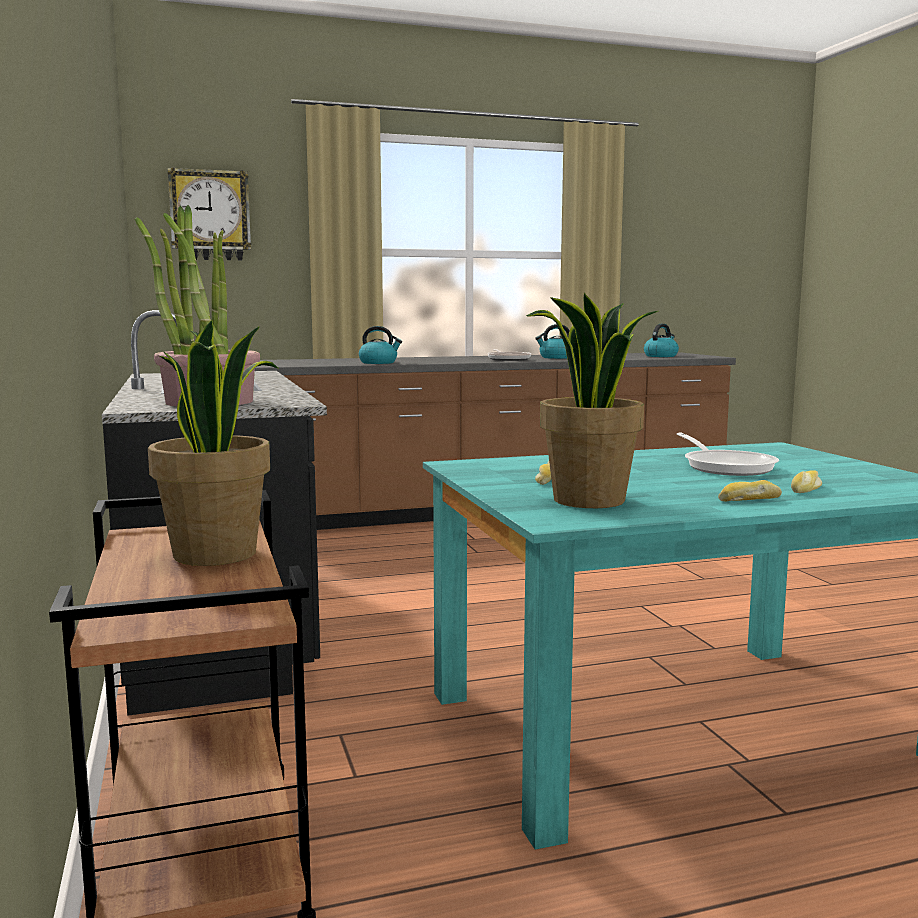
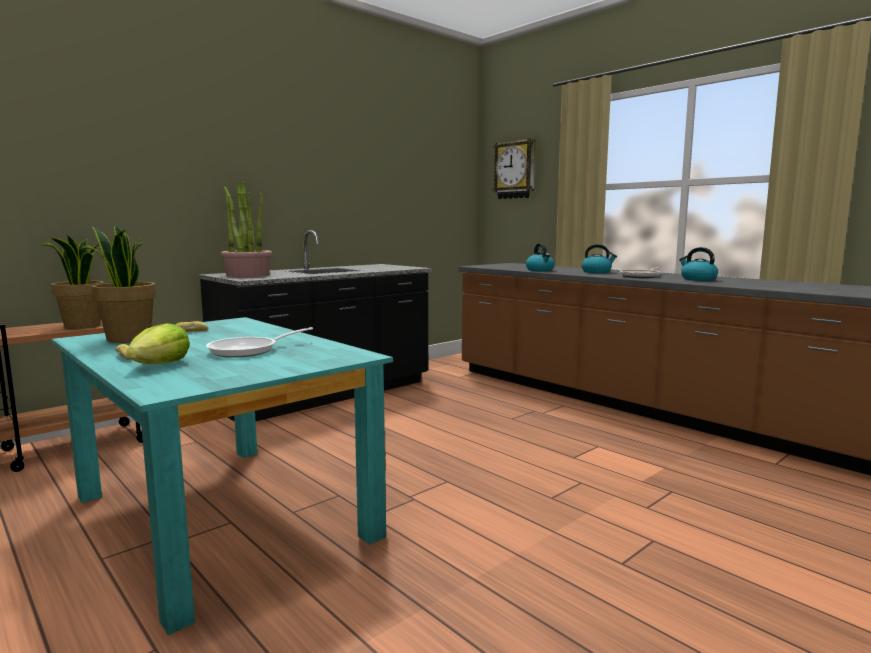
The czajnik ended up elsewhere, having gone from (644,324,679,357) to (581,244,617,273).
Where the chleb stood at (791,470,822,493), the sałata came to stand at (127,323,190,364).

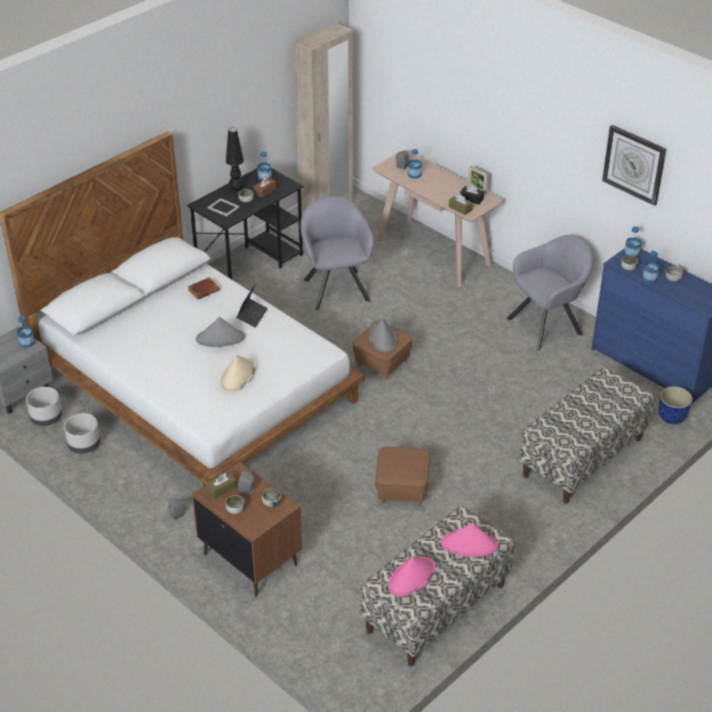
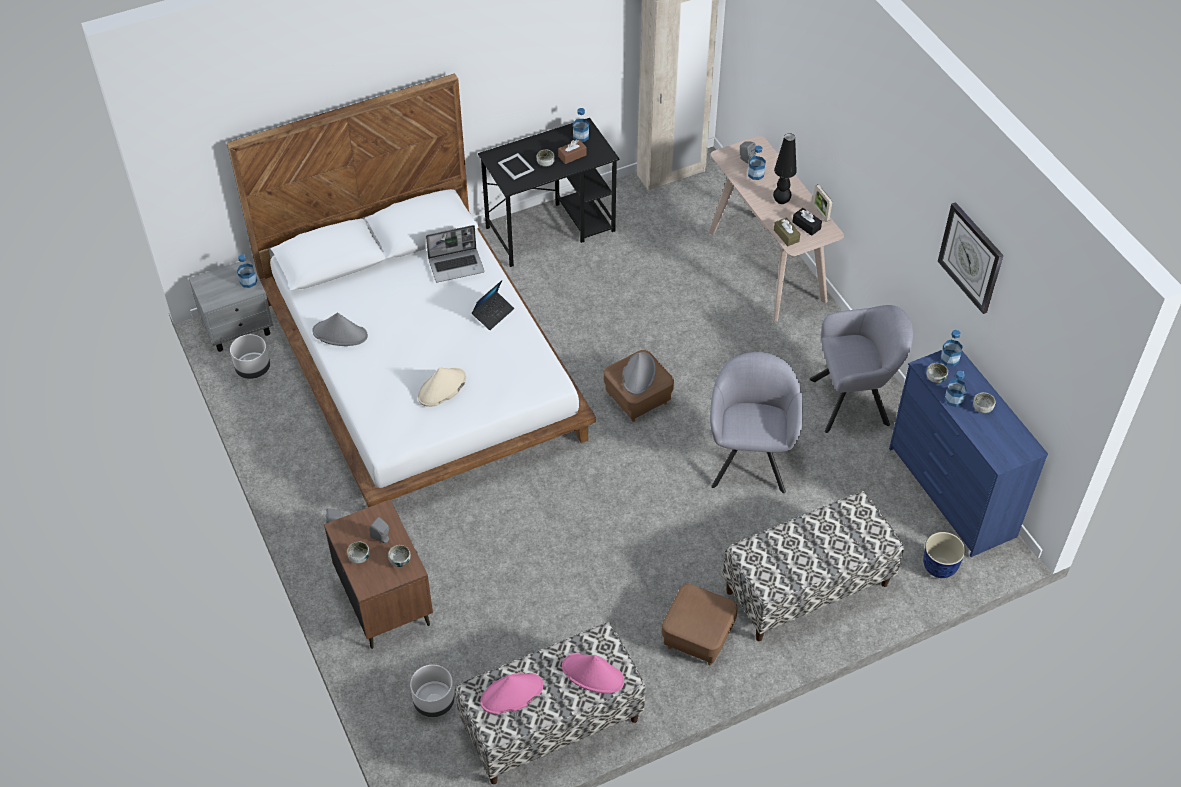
The lampa stołowa/czarny ended up elsewhere, having gone from (226,127,244,192) to (773,133,797,204).
The fotel/szary ended up elsewhere, having gone from (301,196,374,310) to (710,352,803,493).
Where the książka/brązowy stood at (188,277,220,299), the laptop came to stand at (426,225,485,282).
The kapelusz/szary ended up elsewhere, having gone from (196,317,245,347) to (312,312,368,346).
The donica/szary ended up elsewhere, having gone from (64,413,100,454) to (410,665,455,717).
The pufa/brązowy ended up elsewhere, having gone from (375,447,430,506) to (662,584,738,665).
The second view lost the pudełko chusteczek/brązowy at (206,471,237,499).

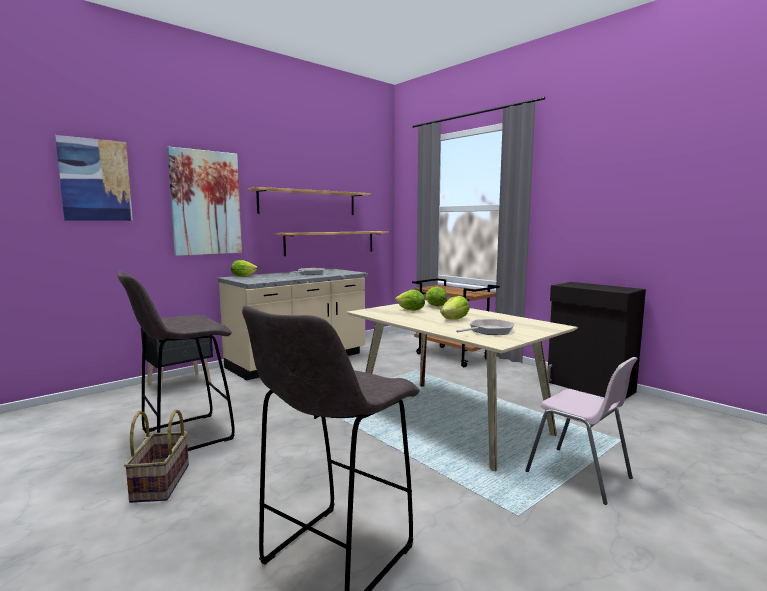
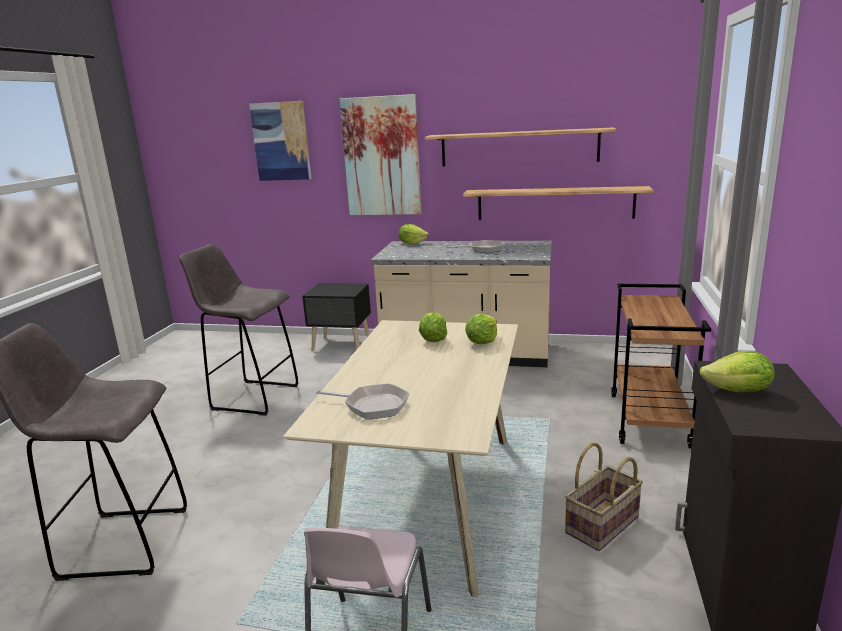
The sałata ended up elsewhere, having gone from (440,296,470,320) to (700,351,775,392).
The koszyk ended up elsewhere, having gone from (124,410,189,503) to (565,443,643,551).

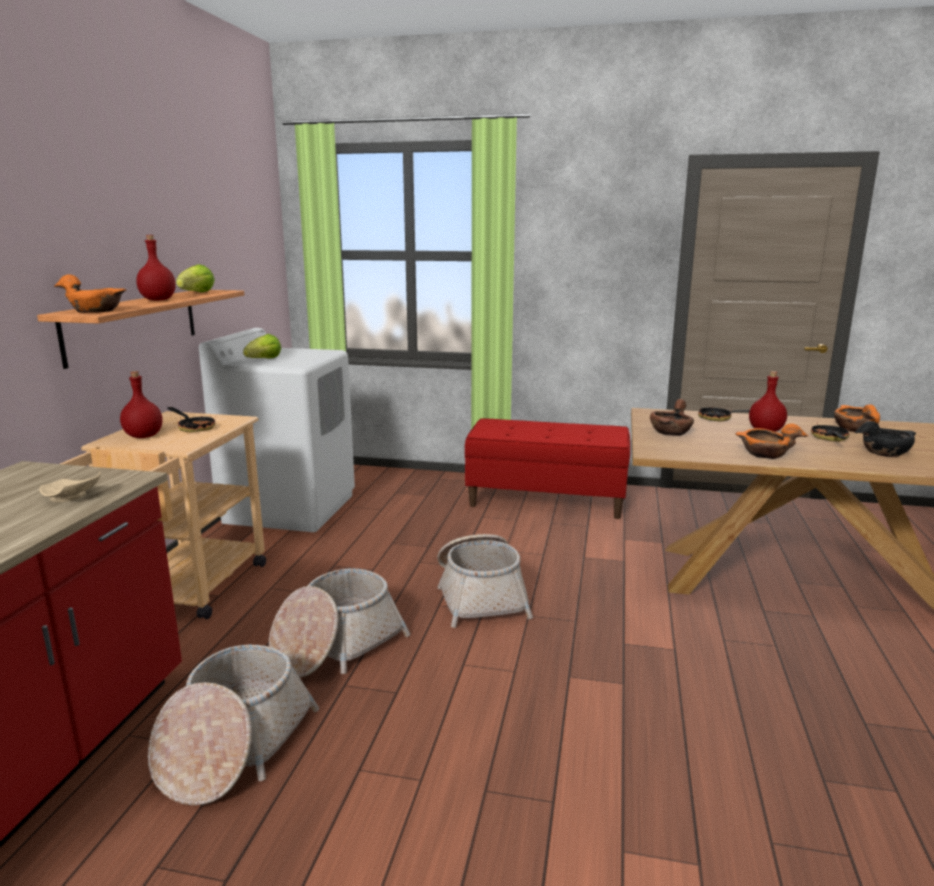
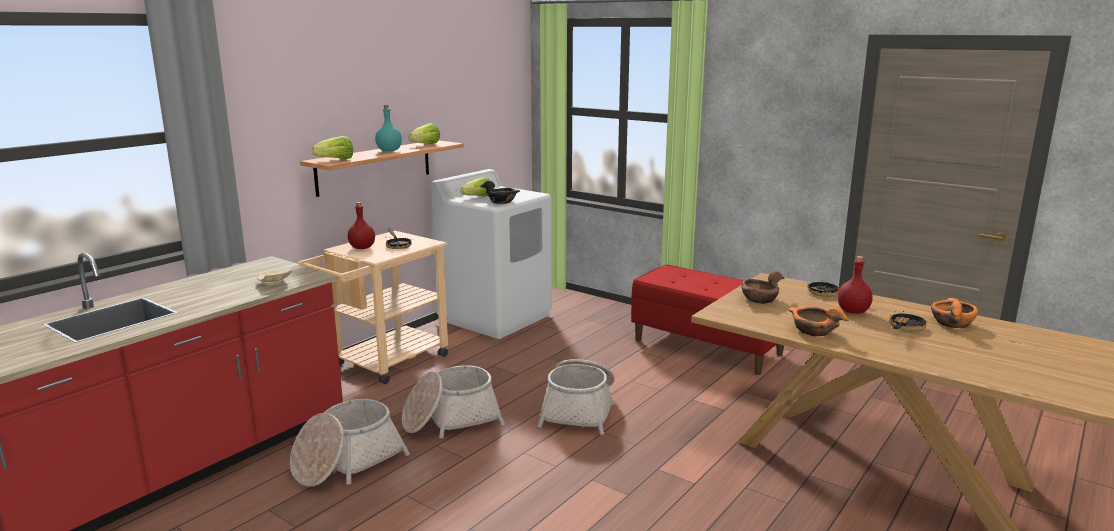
What was the butelka/czerwony at (136,235,176,301) turned into the butelka/turkusowy at (375,105,402,152).
Where the miska/pomarańczowy stood at (54,274,127,313), the sałata came to stand at (312,136,353,159).
The miska/czarny ended up elsewhere, having gone from (855,421,916,457) to (480,181,520,204).

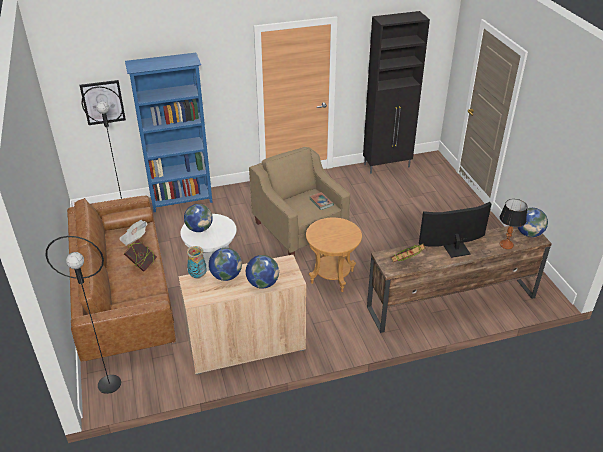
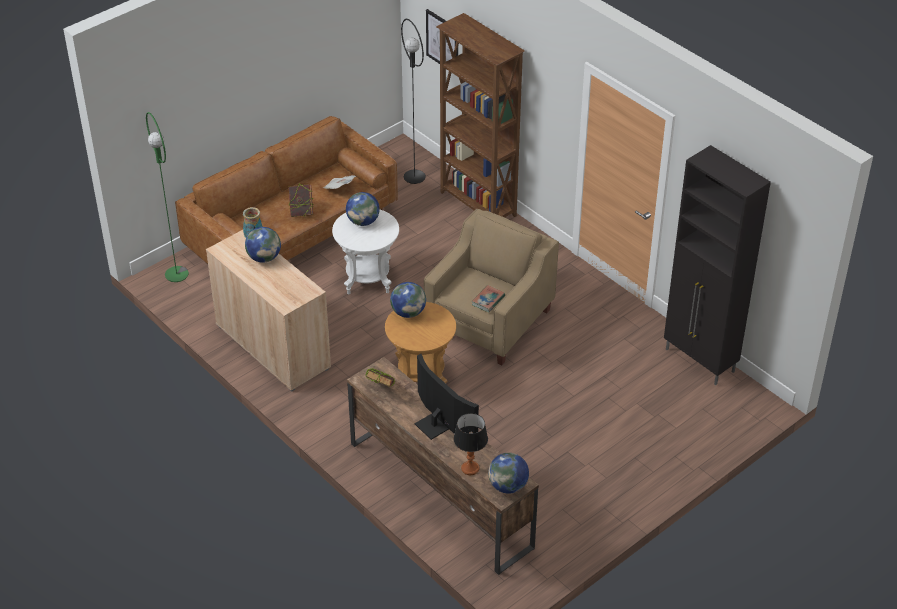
What was the regał/niebieski at (125,53,213,212) turned into the regał/brązowy at (436,13,525,218).
What was the lampa stojąca/czarny at (46,236,121,394) turned into the lampa stojąca/zielony at (146,112,189,282).
The globus ended up elsewhere, having gone from (246,255,279,289) to (390,282,426,318).

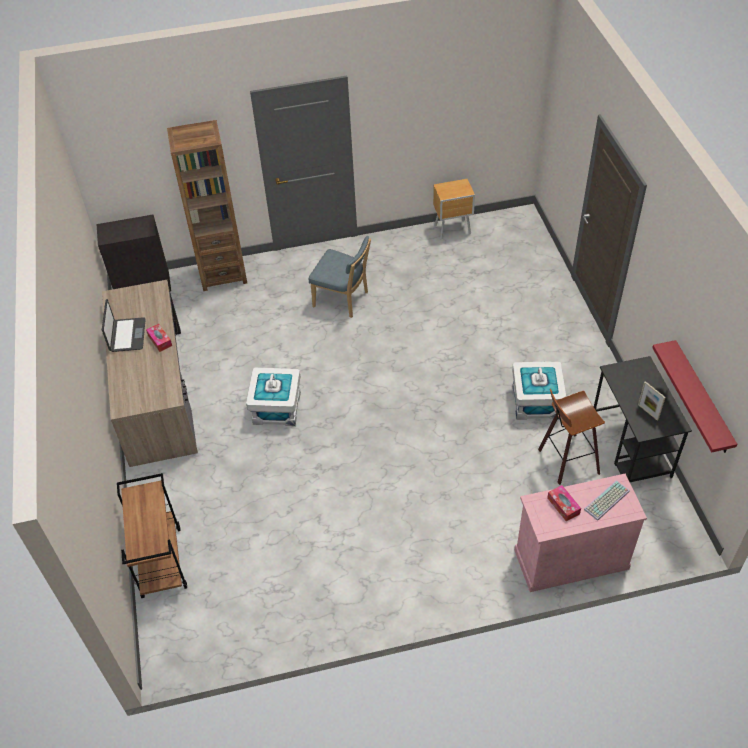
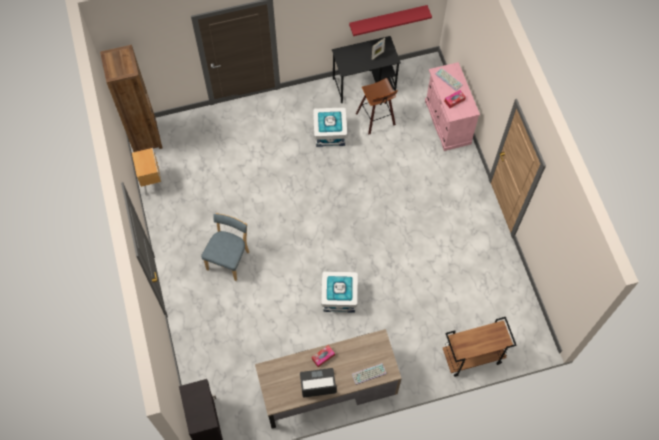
The regał/brązowy ended up elsewhere, having gone from (167,120,247,291) to (100,45,163,152).
The second view gained the klawiatura at (352,363,387,385).

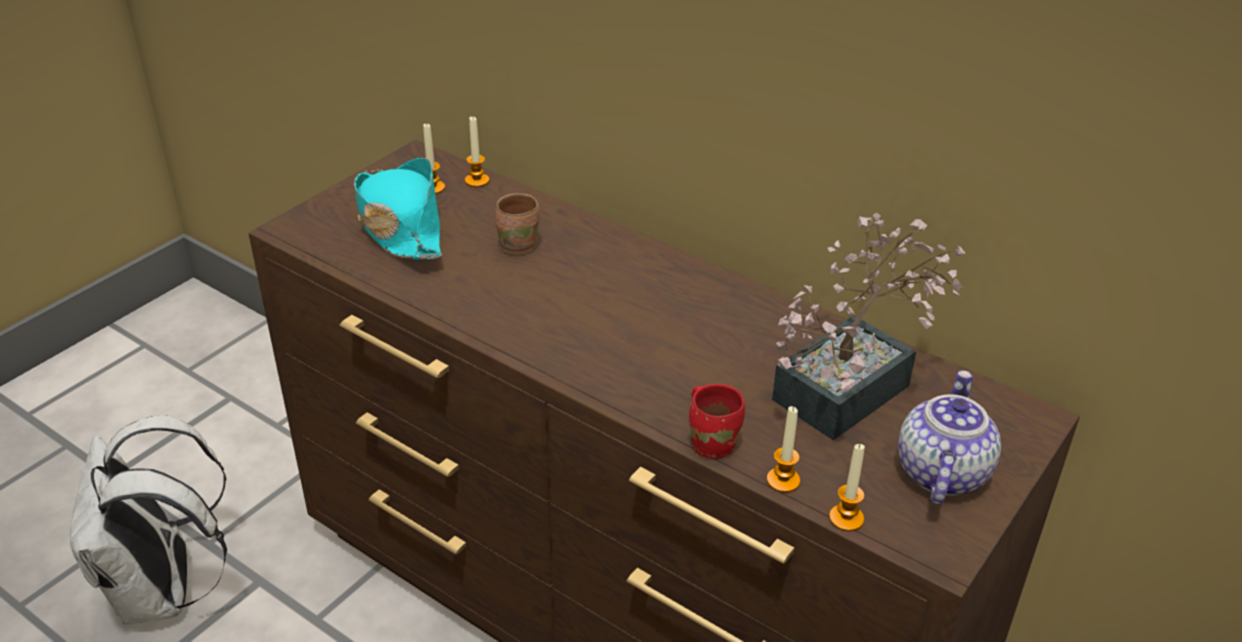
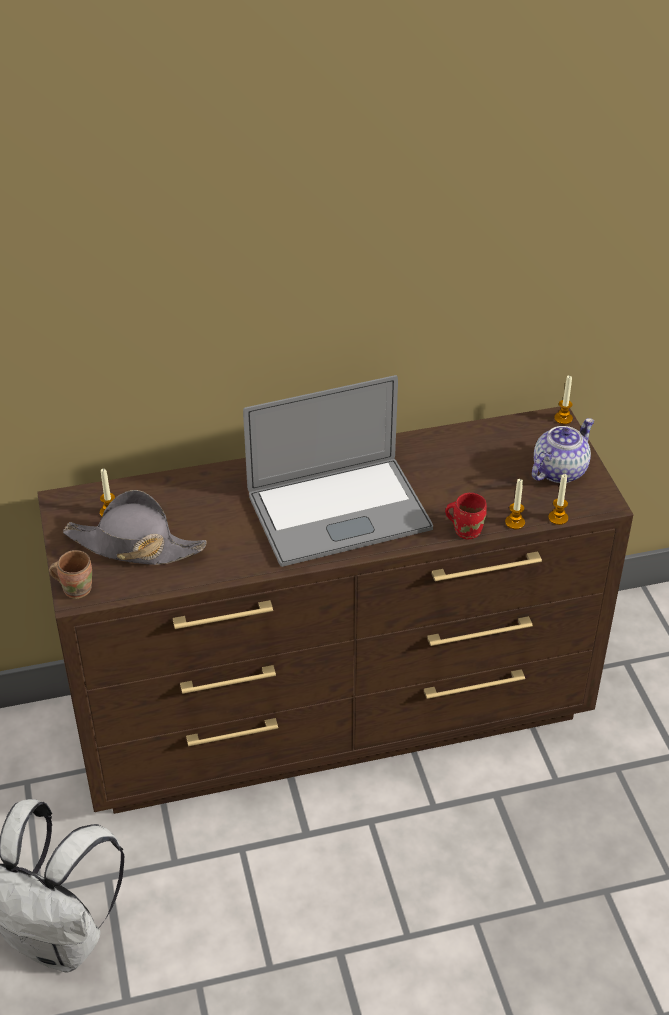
The świeca ended up elsewhere, having gone from (465,116,489,187) to (554,376,573,424).
What was the kapelusz/turkusowy at (354,158,442,260) turned into the kapelusz/szary at (63,490,207,565).
The kubek/brązowy ended up elsewhere, having gone from (495,193,540,254) to (49,550,92,599).
The second view lost the roślina doniczkowa at (772,212,965,440).
The imbryk at (898,370,1001,505) ended up facing another way, 75 degrees clockwise from before.
The second view gained the laptop at (243,375,433,567).

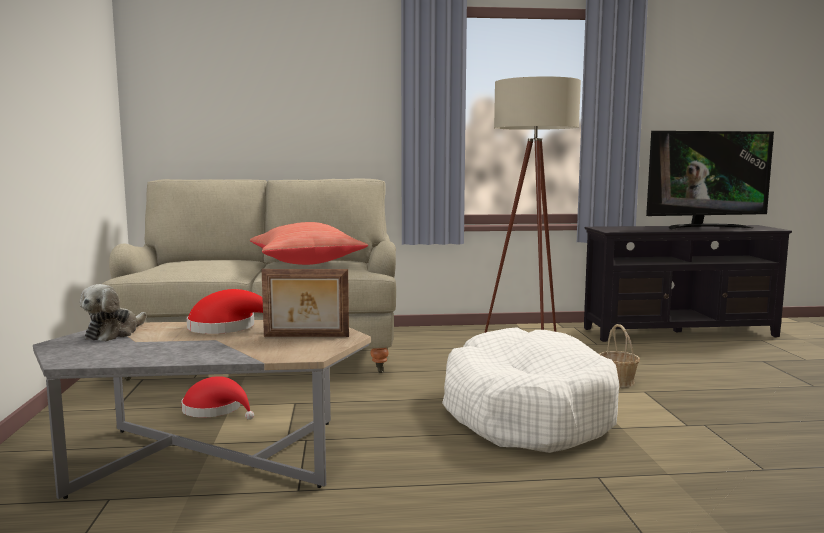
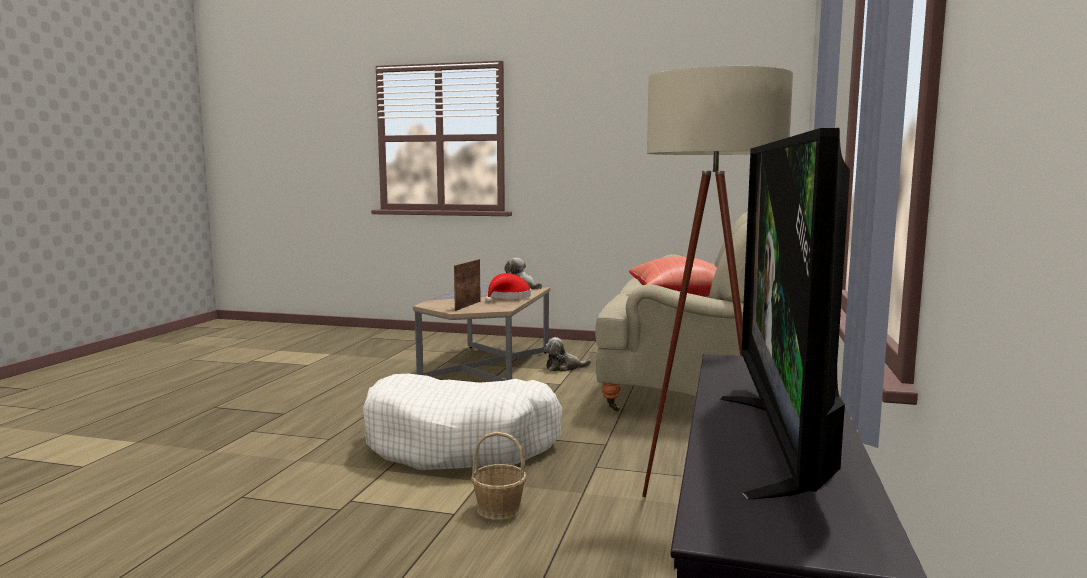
Where the kapelusz/czerwony stood at (181,376,254,420), the pluszak came to stand at (544,337,591,372).

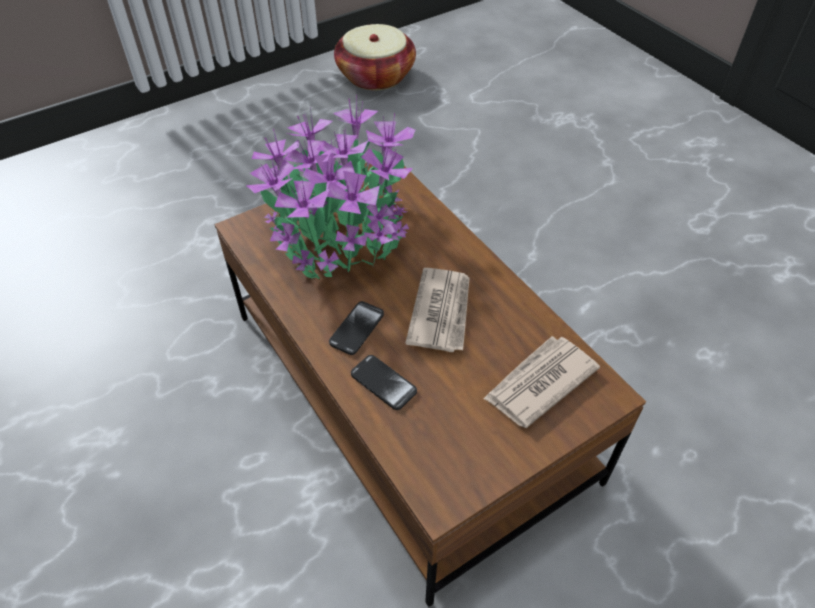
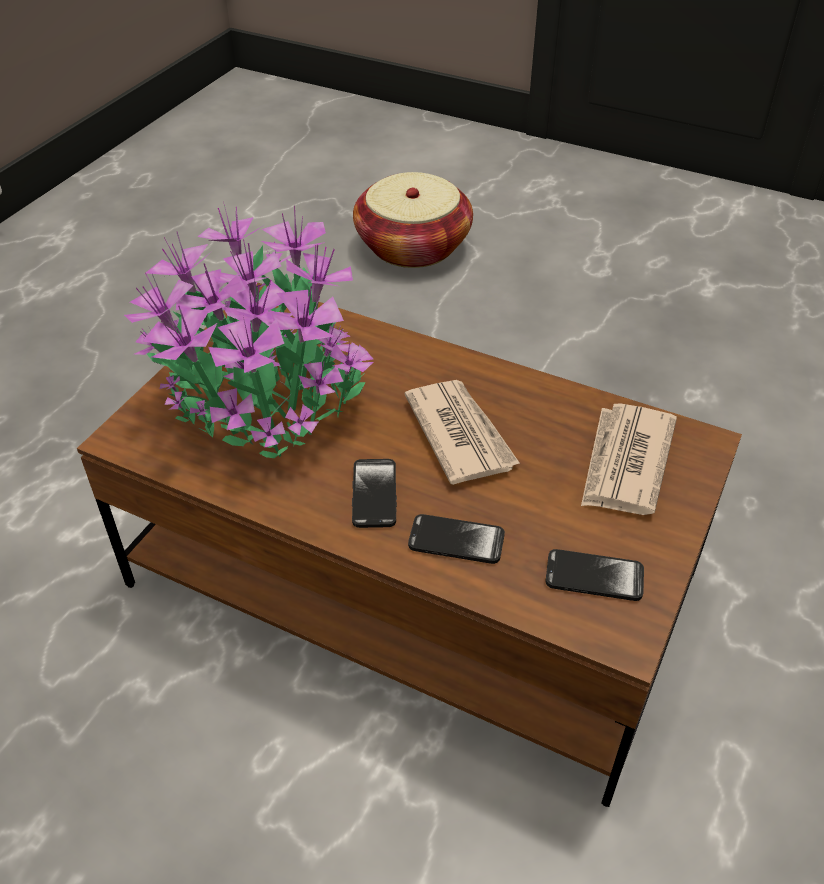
The koszyk ended up elsewhere, having gone from (334,24,416,90) to (353,172,473,268).
The second view gained the telefon at (546,549,644,601).

